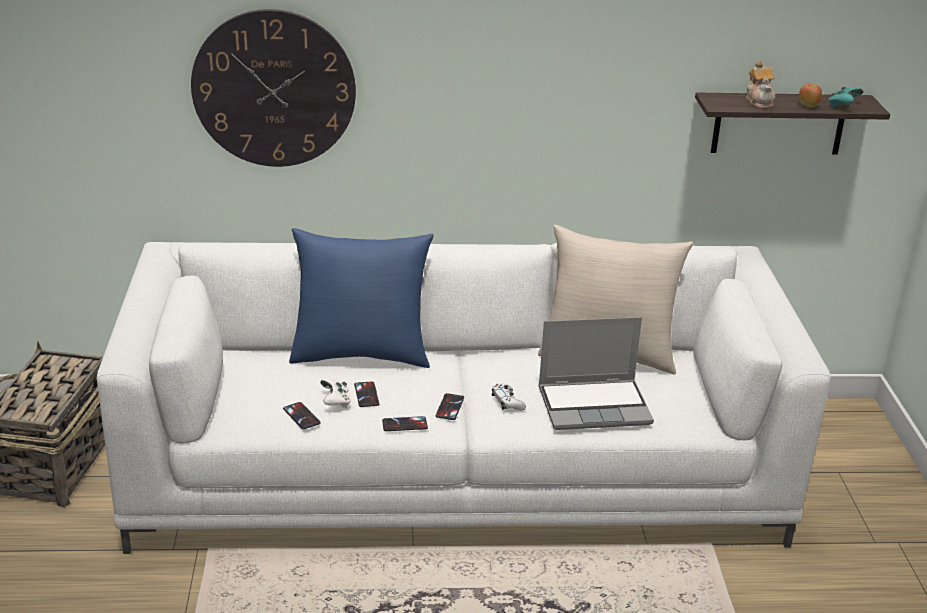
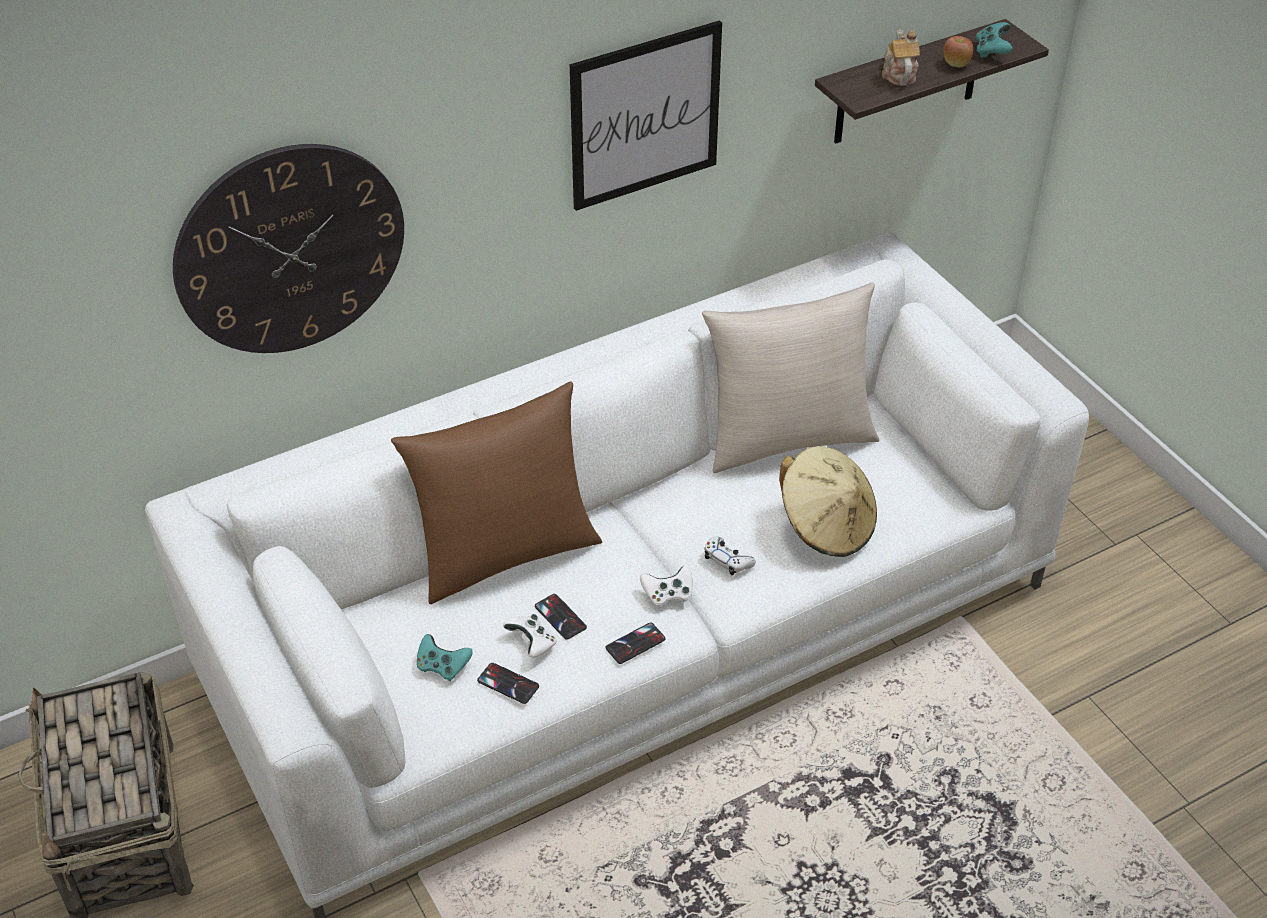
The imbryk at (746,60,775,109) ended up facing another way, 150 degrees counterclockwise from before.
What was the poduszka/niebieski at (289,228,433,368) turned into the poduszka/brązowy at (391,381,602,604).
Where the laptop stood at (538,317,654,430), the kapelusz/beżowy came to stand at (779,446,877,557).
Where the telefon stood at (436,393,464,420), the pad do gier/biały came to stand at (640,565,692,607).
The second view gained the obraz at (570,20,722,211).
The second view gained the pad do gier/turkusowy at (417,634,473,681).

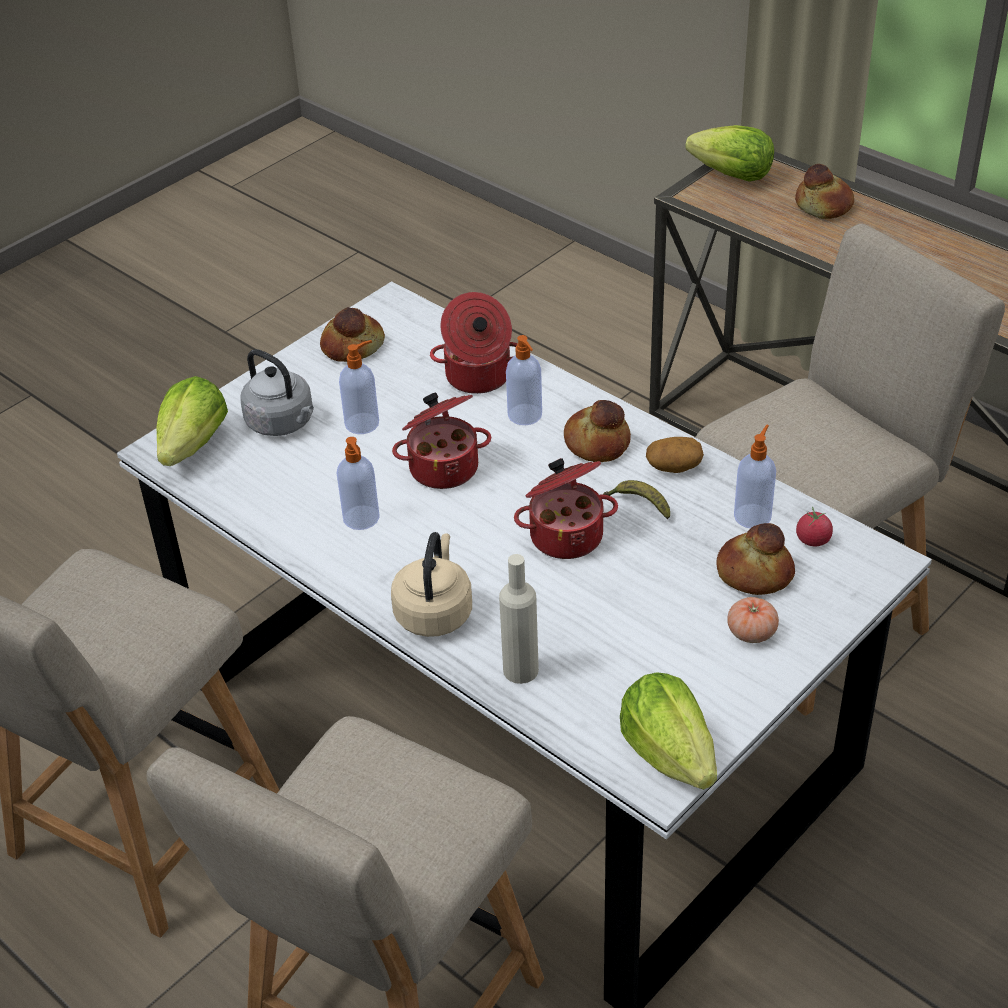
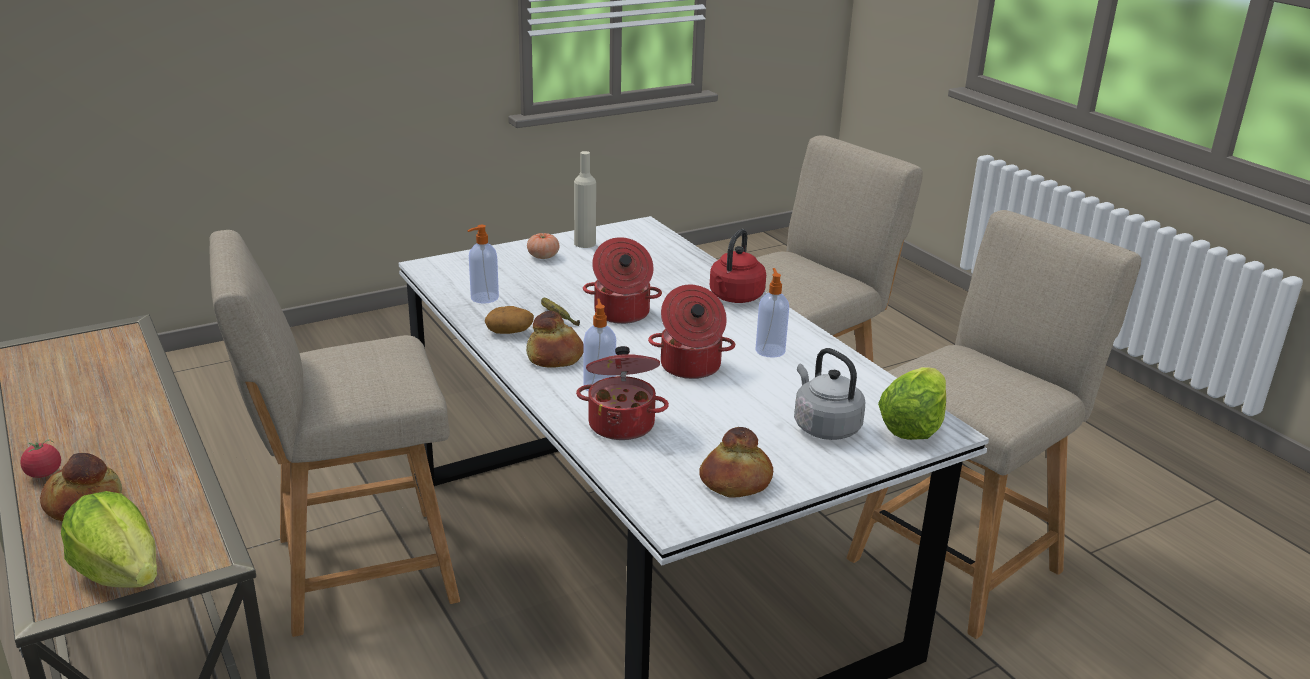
The second view lost the dozownik mydła at (339,340,379,434).
The pomidor ended up elsewhere, having gone from (796,507,833,546) to (20,439,61,478).
The second view lost the chleb at (716,523,795,595).
What was the czajnik/beżowy at (391,532,472,637) turned into the czajnik/czerwony at (710,229,766,303).
The butelka/beżowy ended up elsewhere, having gone from (499,554,539,684) to (574,151,596,248).
The second view lost the sałata at (620,672,717,790).

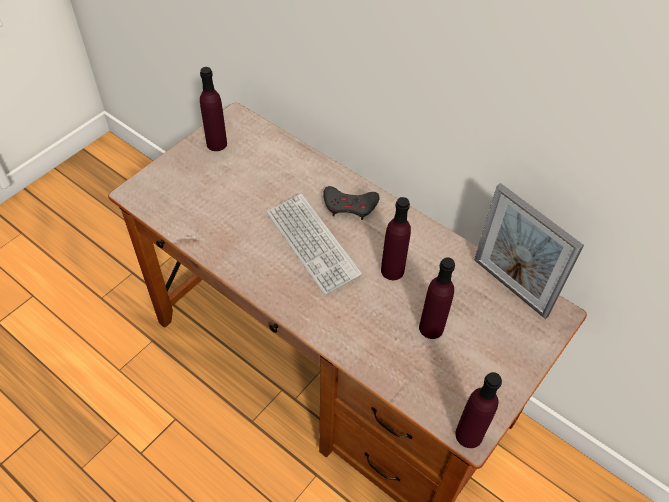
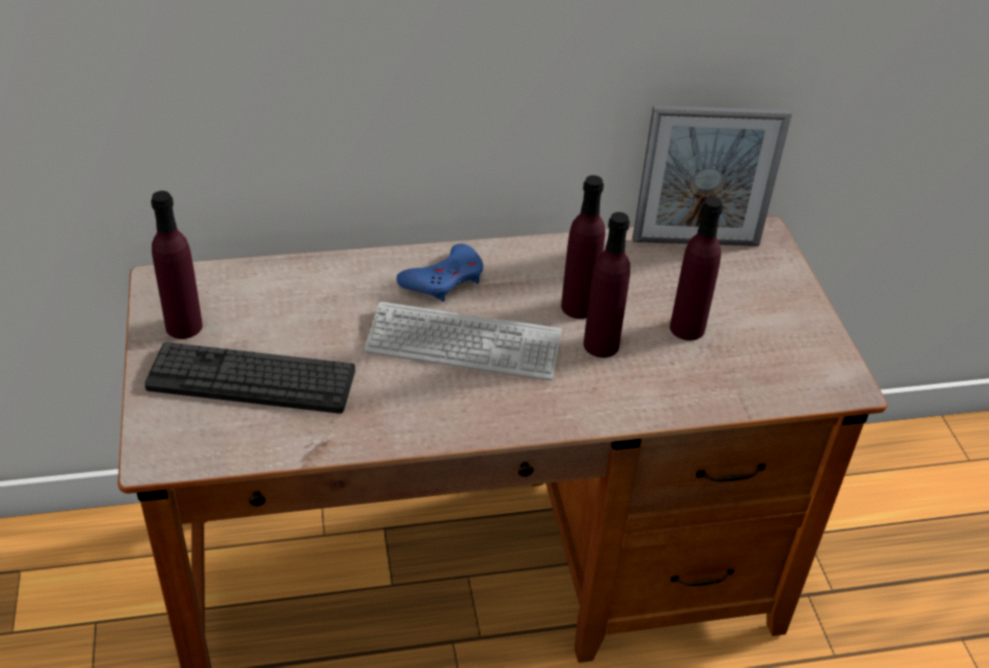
What was the pad do gier/szary at (323,186,380,220) turned into the pad do gier/niebieski at (397,244,483,302).
The butelka/fioletowy ended up elsewhere, having gone from (455,372,502,448) to (584,212,630,358).
The second view gained the klawiatura at (144,342,355,413).

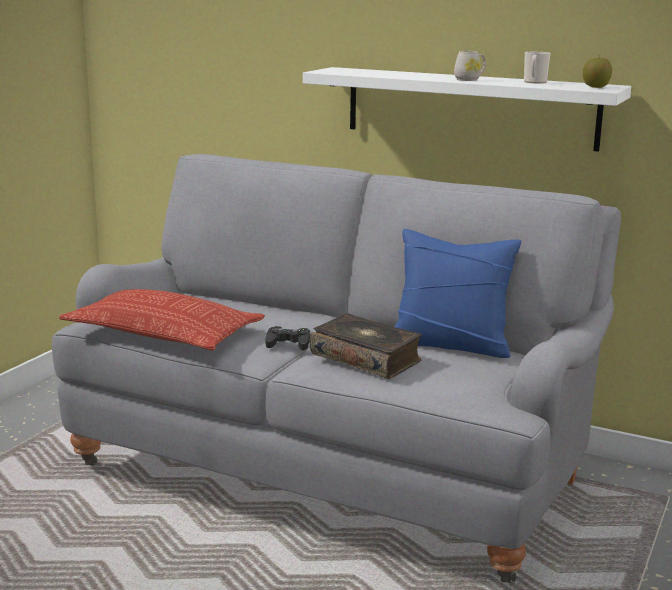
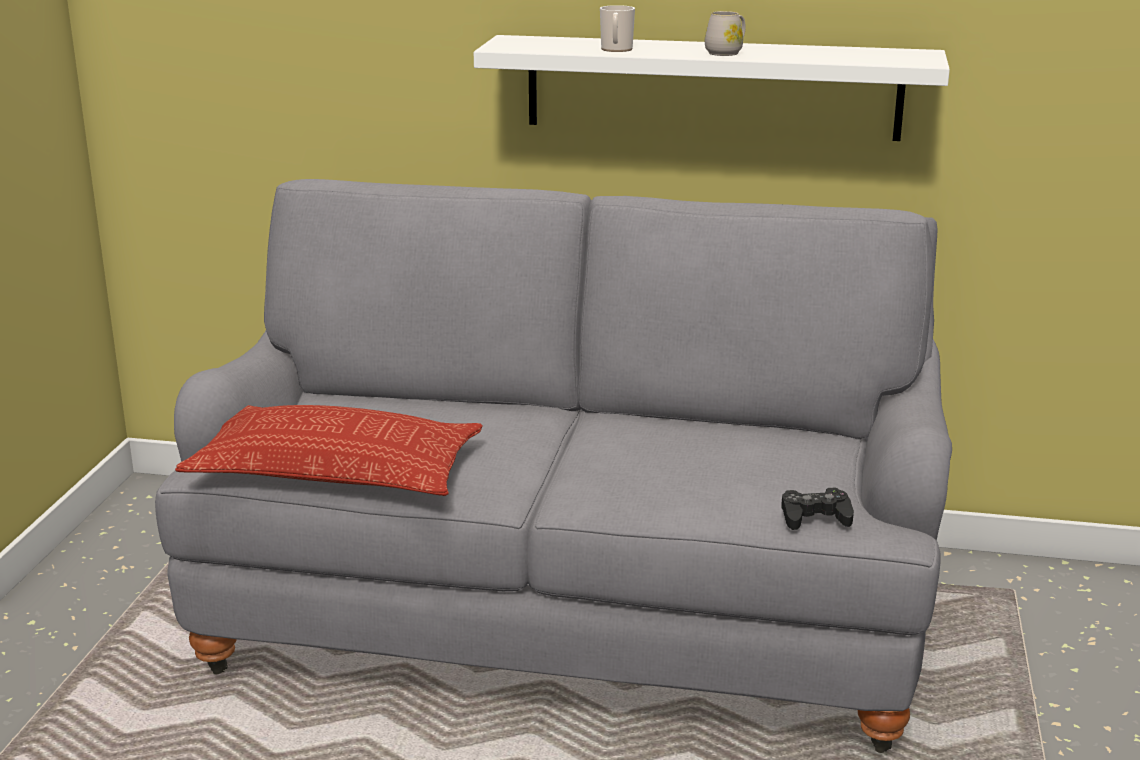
The kubek ended up elsewhere, having gone from (524,52,550,84) to (600,5,635,52).
The second view lost the jabłko at (583,55,612,88).
The second view lost the poduszka/niebieski at (394,229,521,358).
The second view lost the książka at (310,313,421,379).
The pad do gier/czarny ended up elsewhere, having gone from (266,326,310,351) to (781,487,854,530).

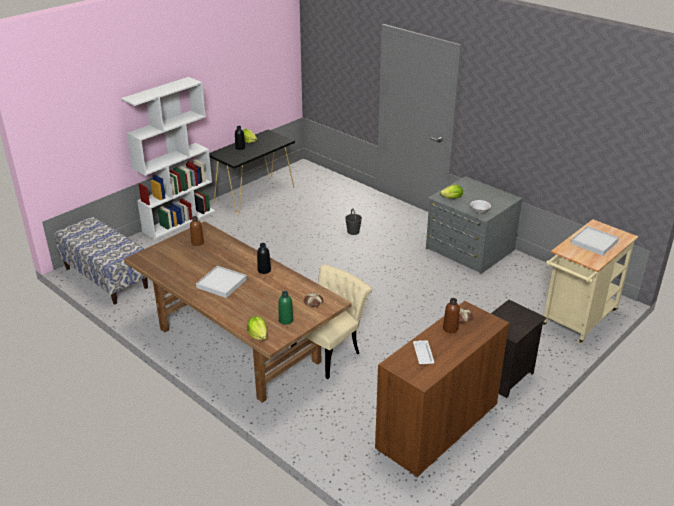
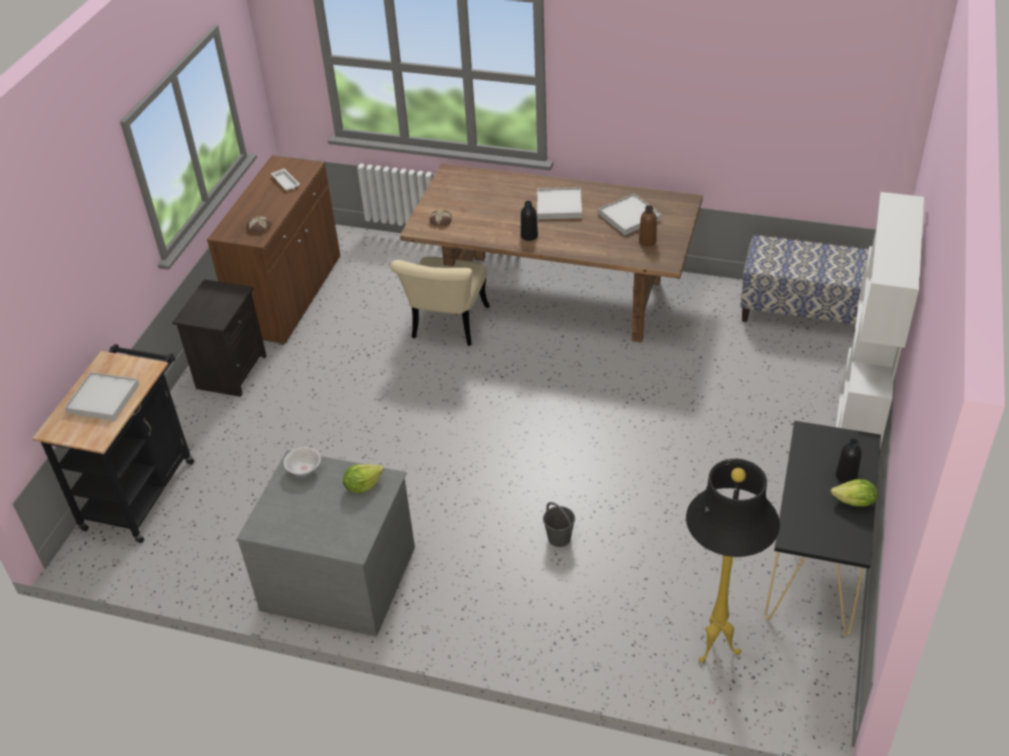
What was the wózek/beżowy at (542,219,638,344) turned into the wózek/czarny at (32,344,194,543).
The second view lost the butelka/zielony at (279,291,293,325).
The second view lost the butelka/brązowy at (443,298,460,333).
The second view lost the sałata at (247,316,267,340).
The second view gained the taca/biały at (598,194,661,235).
The second view gained the lampa stojąca/czarny at (686,459,780,663).

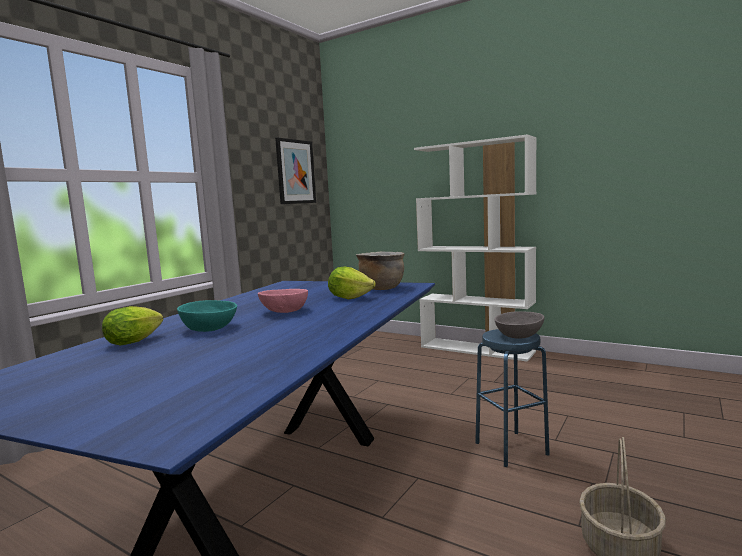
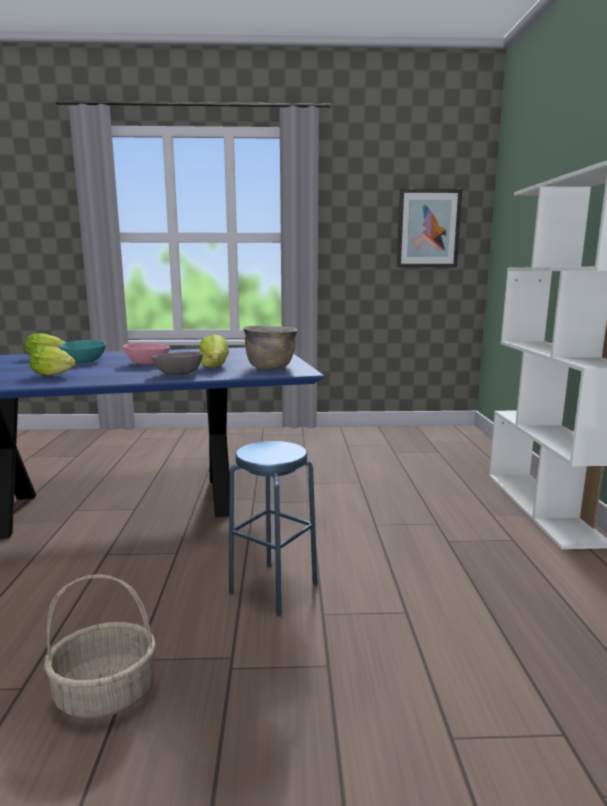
The miska/szary ended up elsewhere, having gone from (494,311,544,339) to (152,352,202,375).
The second view gained the sałata at (29,346,76,376).

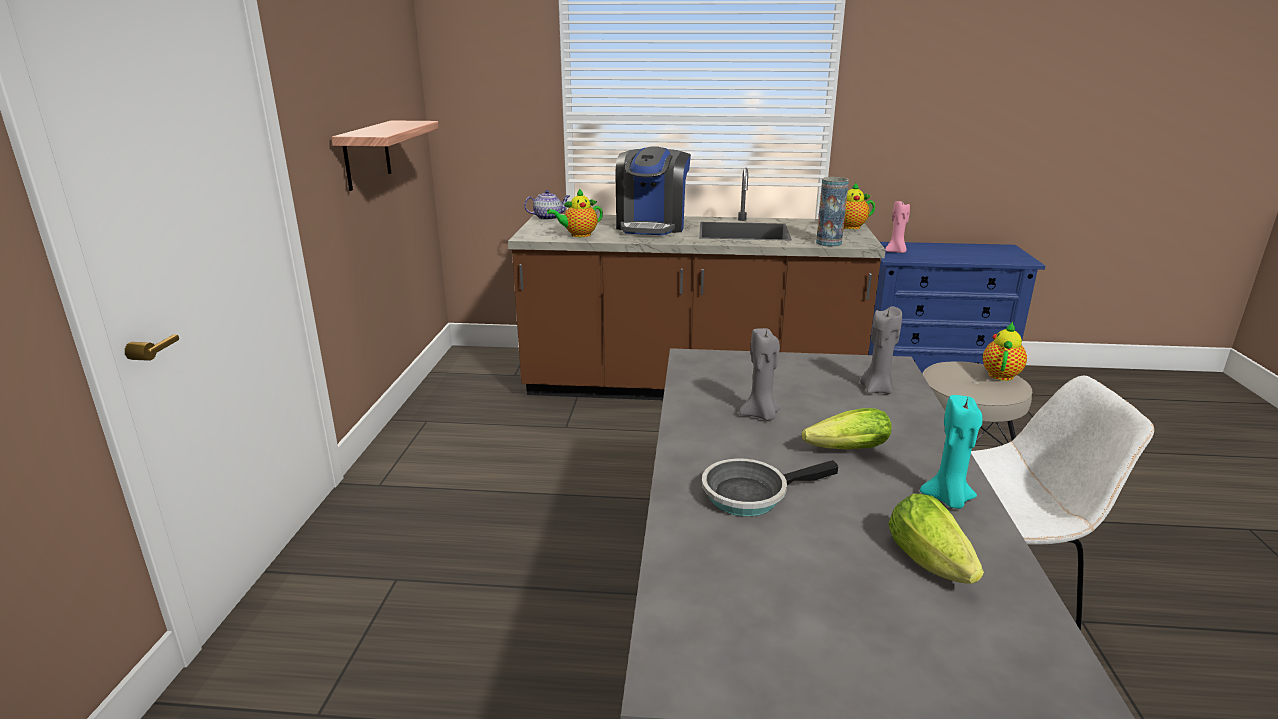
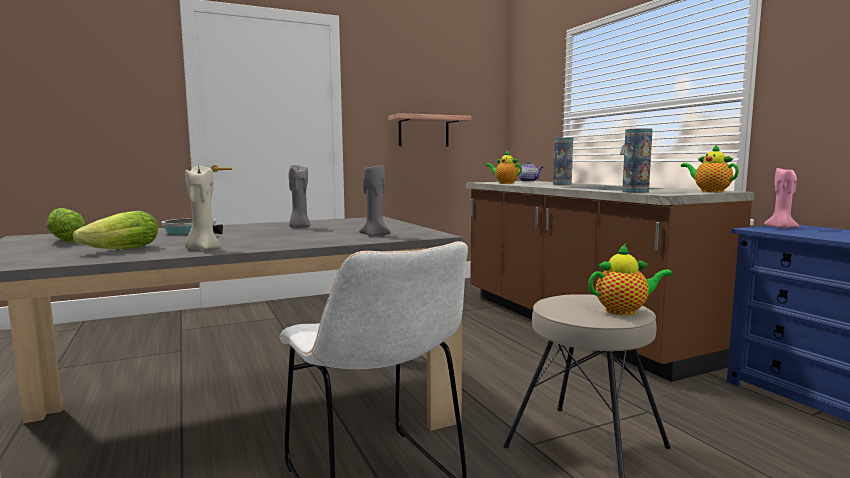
Where the ekspres do kawy stood at (616,146,691,235), the wazon came to stand at (553,137,573,185).
What was the świeca/turkusowy at (920,395,982,509) turned into the świeca/beżowy at (185,166,220,250).
The sałata ended up elsewhere, having gone from (802,408,892,449) to (46,208,85,242).

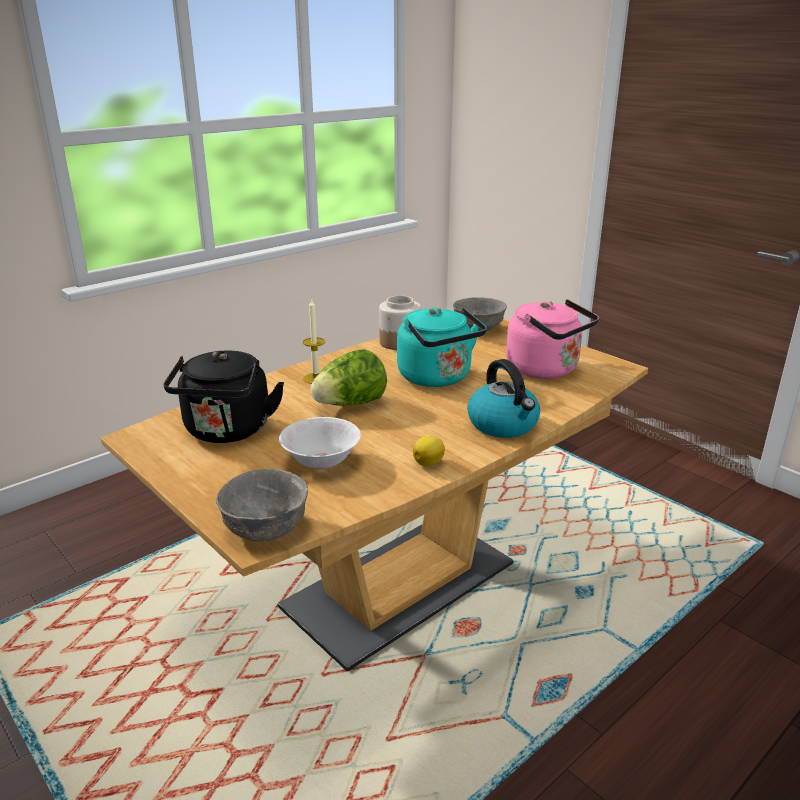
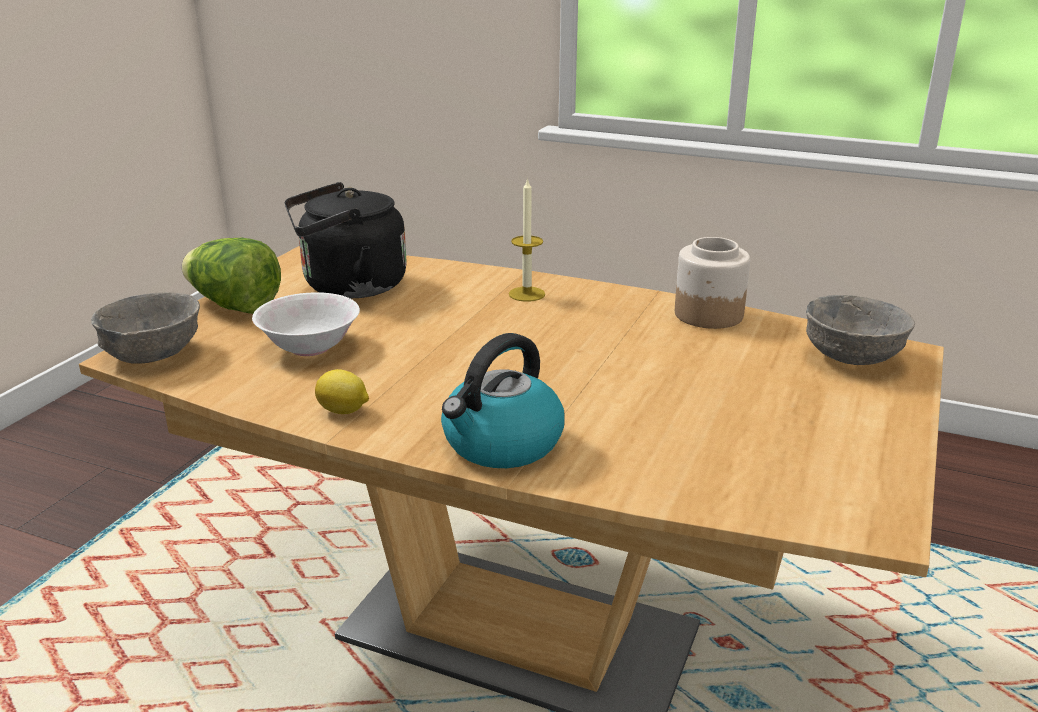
The second view lost the czajnik/różowy at (506,299,599,379).
The second view lost the czajnik/turkusowy at (397,308,487,387).
The sałata ended up elsewhere, having gone from (310,350,387,406) to (182,238,281,314).

